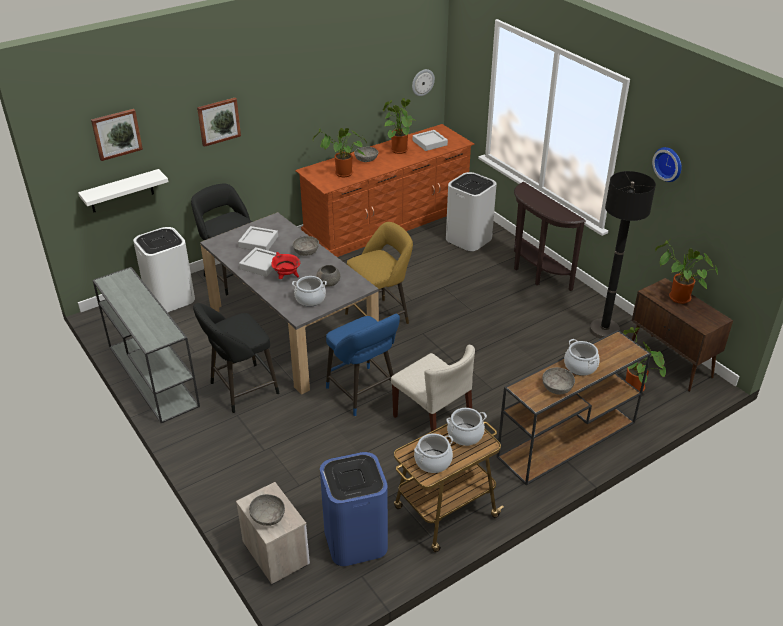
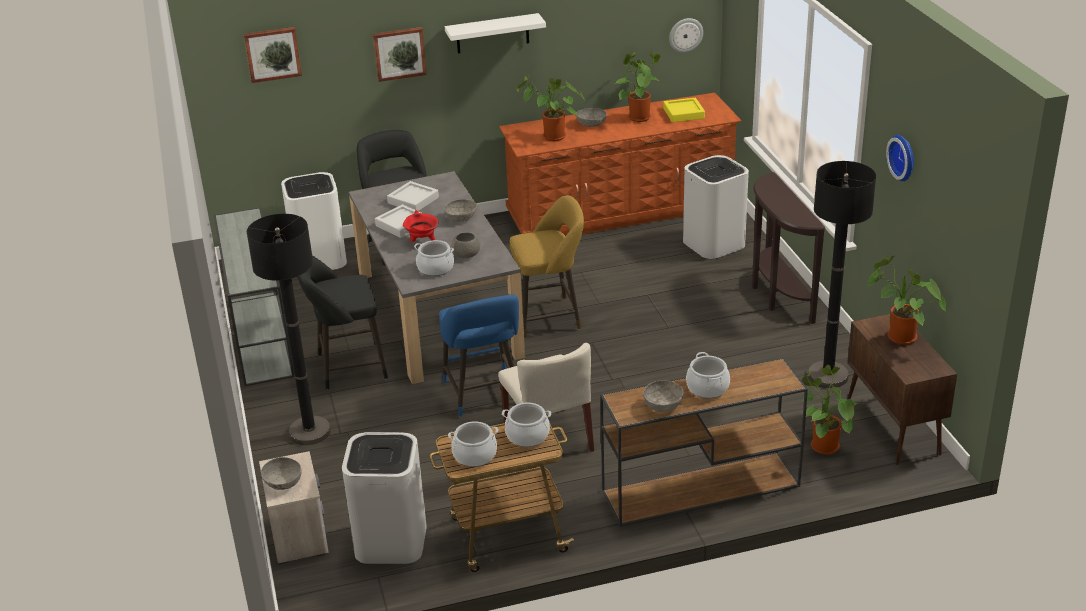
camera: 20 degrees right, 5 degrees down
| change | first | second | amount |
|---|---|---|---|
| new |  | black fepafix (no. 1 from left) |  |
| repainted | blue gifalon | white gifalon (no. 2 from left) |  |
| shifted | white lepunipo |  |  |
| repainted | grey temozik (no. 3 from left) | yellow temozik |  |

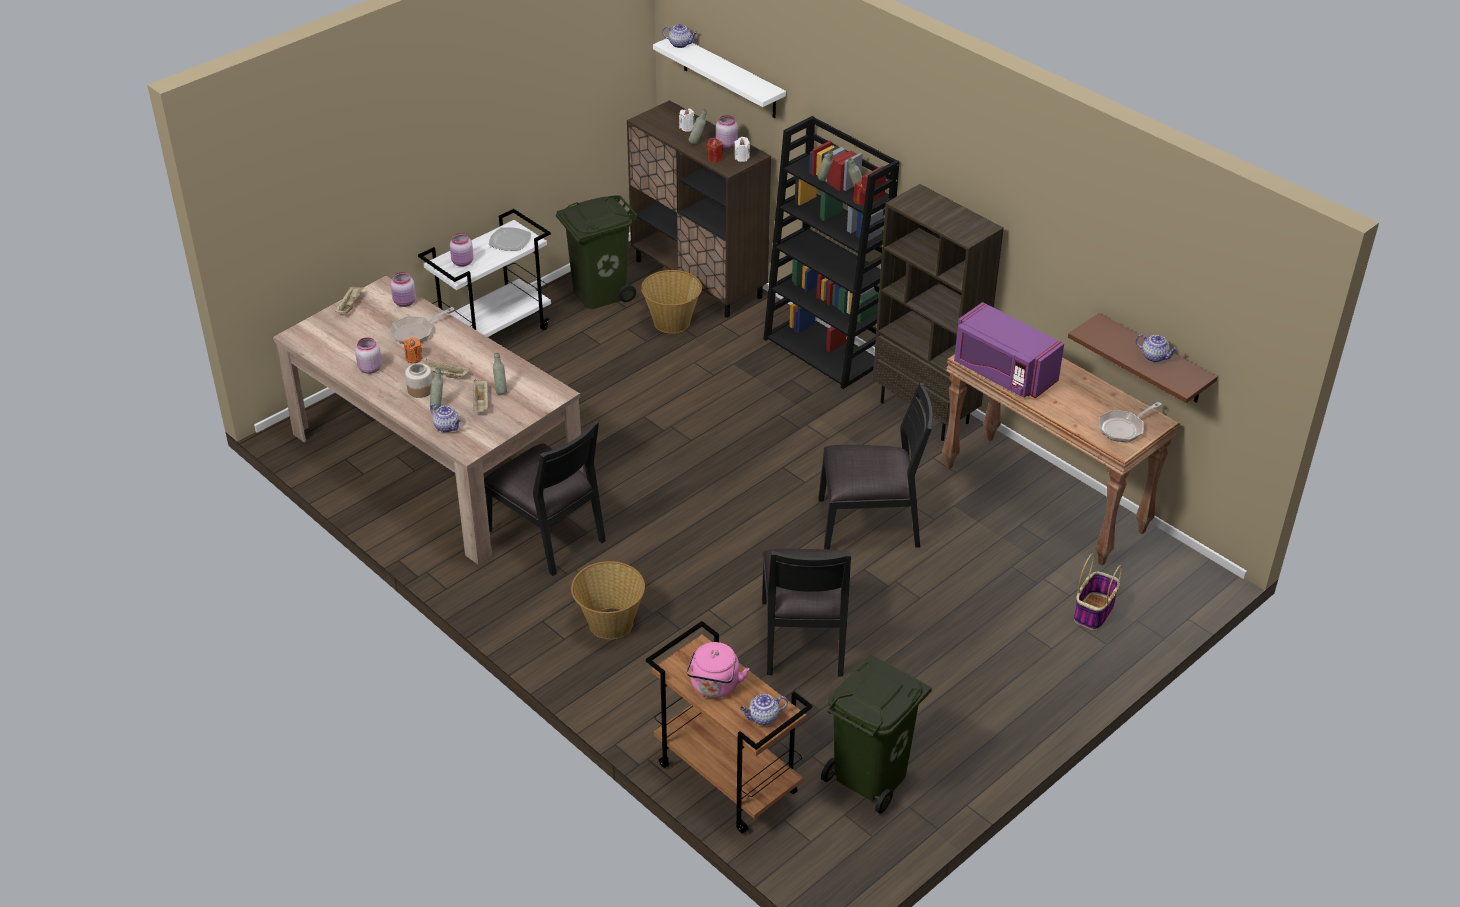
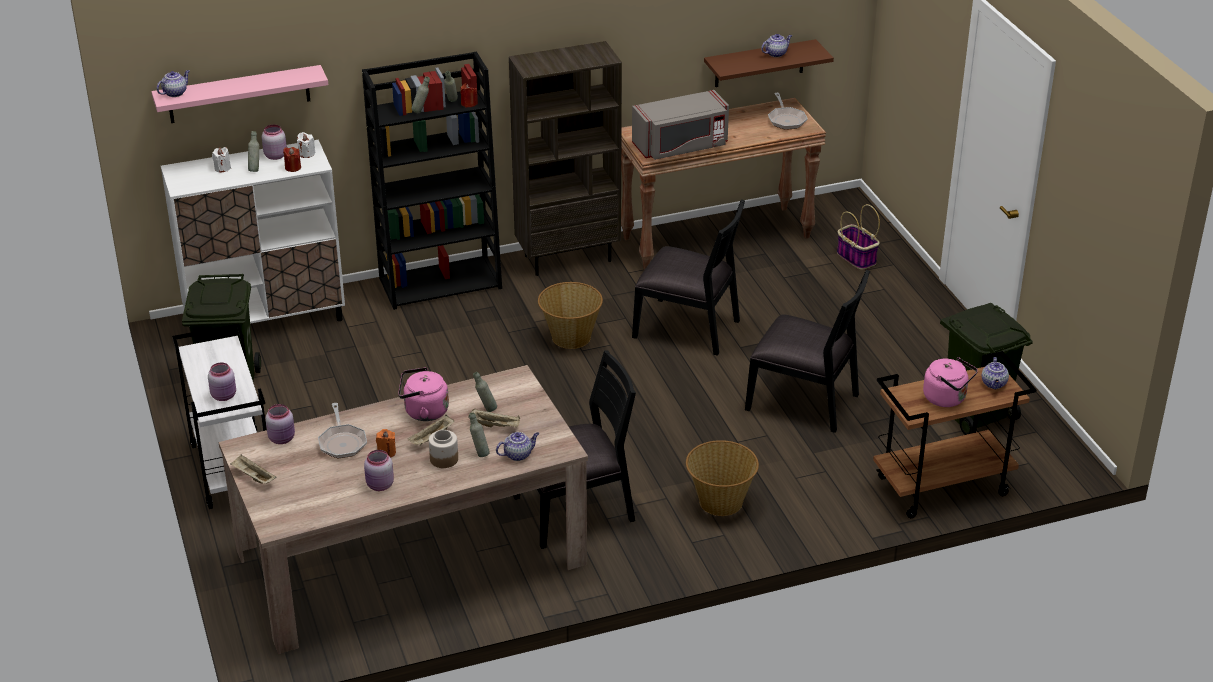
camera: 65 degrees left, 5 degrees down
| change | first | second | amount |
|---|---|---|---|
| repainted | white lepunipo | pink lepunipo |  |
| repainted | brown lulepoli | white lulepoli |  |
| new |  | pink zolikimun (no. 1 from left) |  |
| shifted | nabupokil (no. 2 from left in the first image) | nabupokil (no. 1 from left) |  |
| repainted | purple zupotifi | grey zupotifi |  |
| rotated | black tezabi (no. 3 from left in the first image) | black tezabi (no. 2 from left) | 90 degrees clockwise |
| gone | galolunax |  |  |

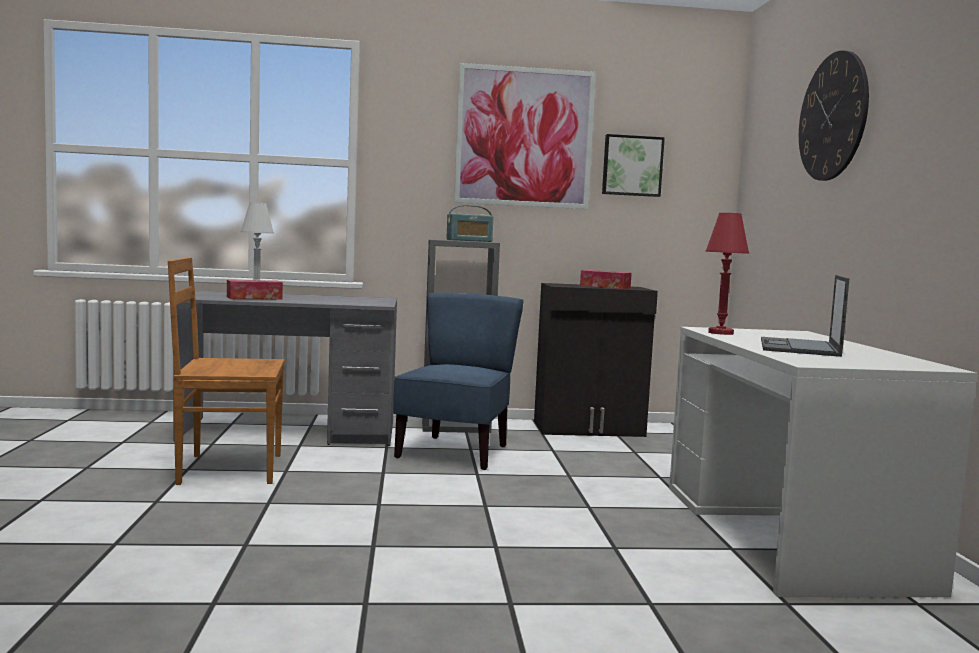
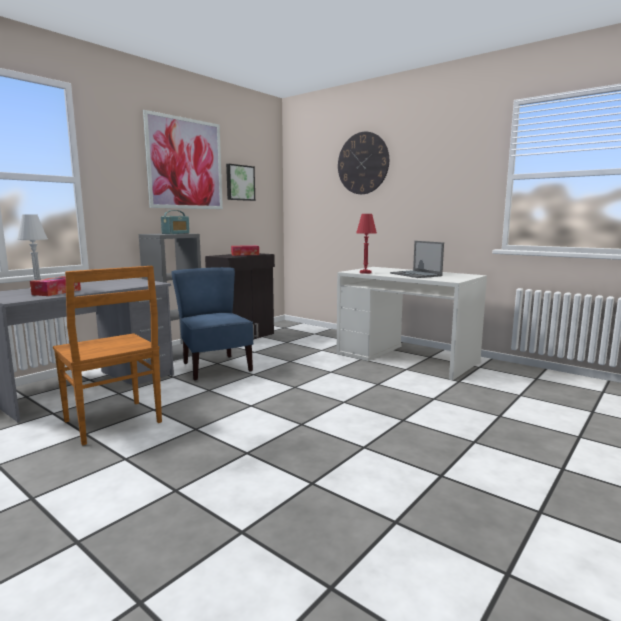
camera: 45 degrees left, 5 degrees up
| change | first | second | amount |
|---|---|---|---|
| rotated | brown tezabi |  | 75 degrees counterclockwise |

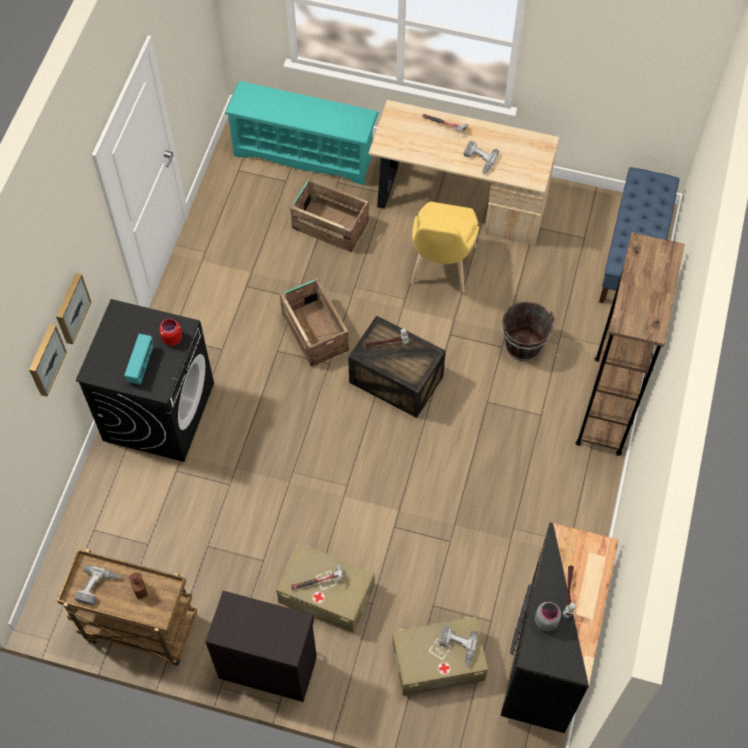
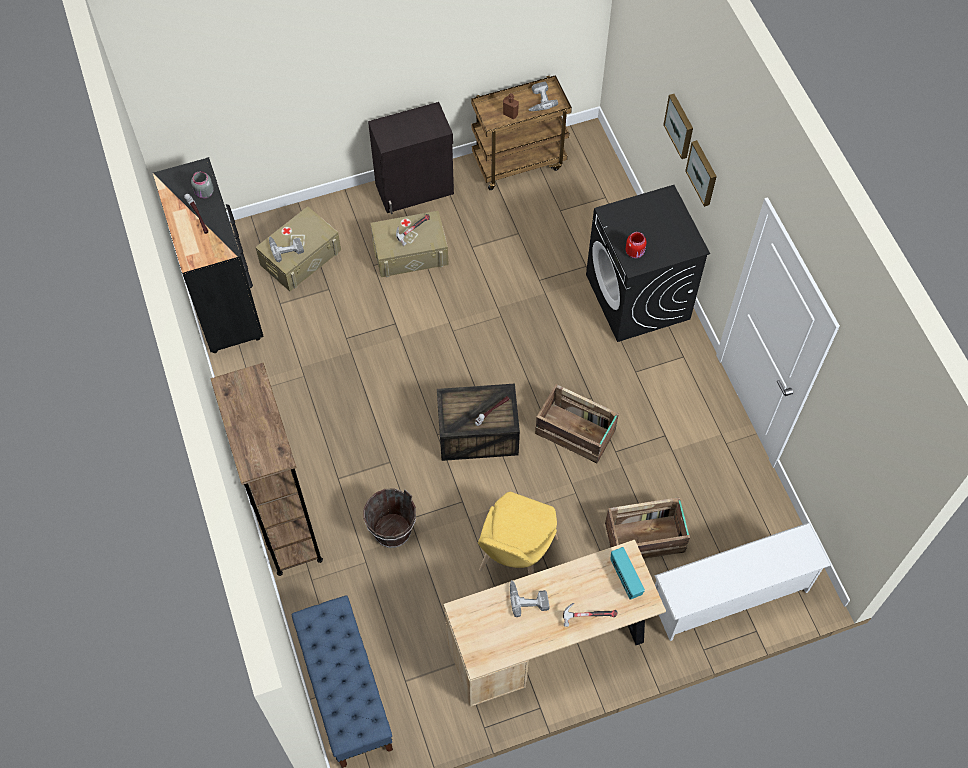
camera: 145 degrees right, 0 degrees up
| change | first | second | amount |
|---|---|---|---|
| rotated | yellow tezabi |  | 135 degrees counterclockwise |
| shifted | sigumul |  |  |
| repainted | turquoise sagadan | white sagadan |  |

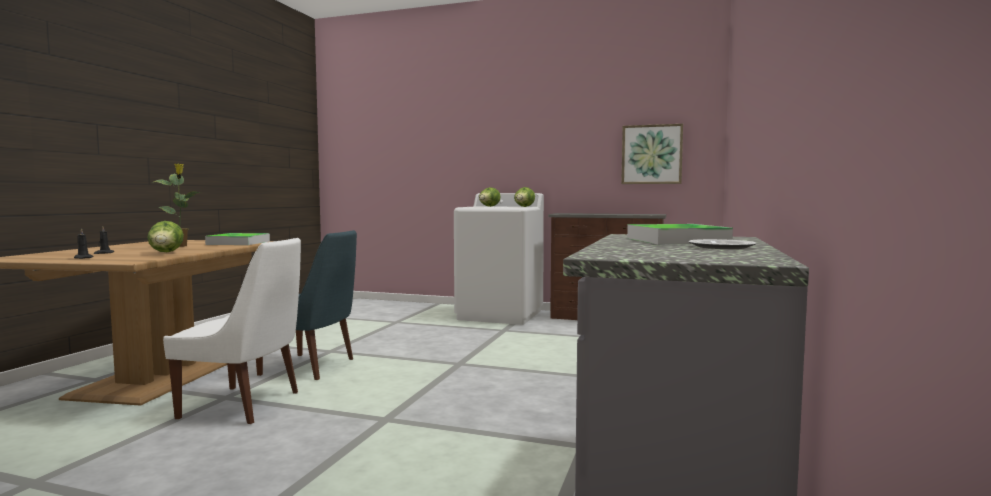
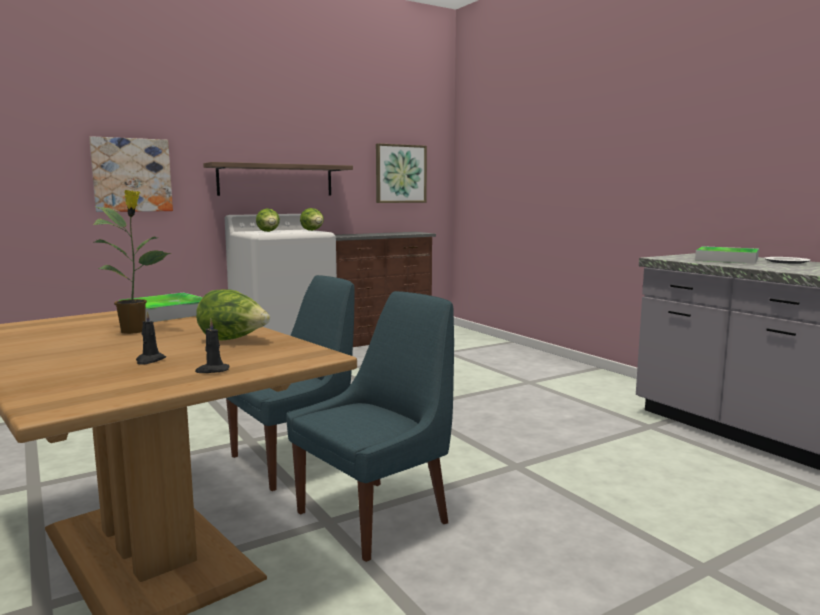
camera: 50 degrees left, 5 degrees up
| change | first | second | amount |
|---|---|---|---|
| new |  | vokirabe (no. 1 from left) |  |
| new |  | lepunipo |  |
| repainted | white tezabi | blue tezabi (no. 2 from left) |  |

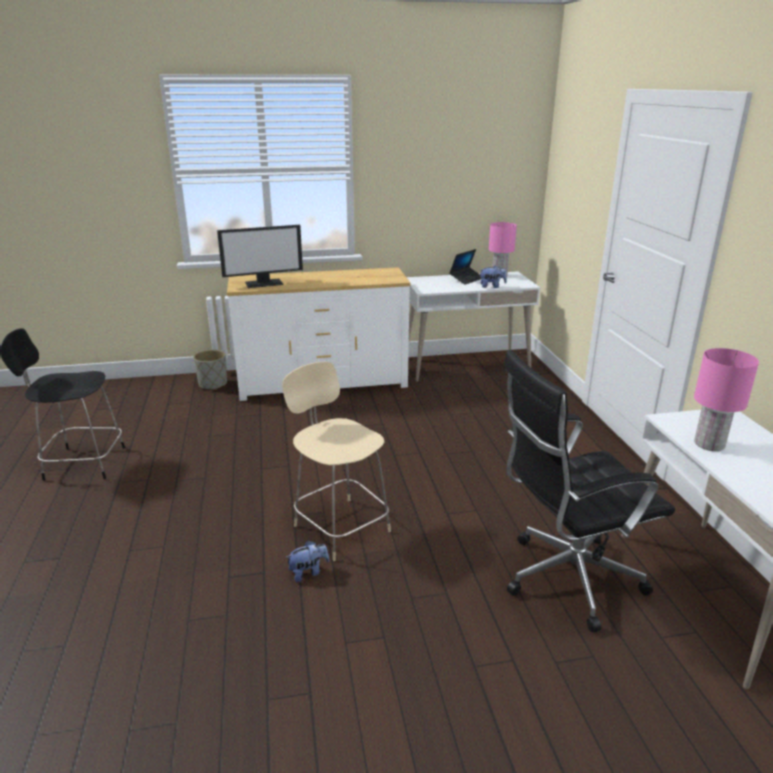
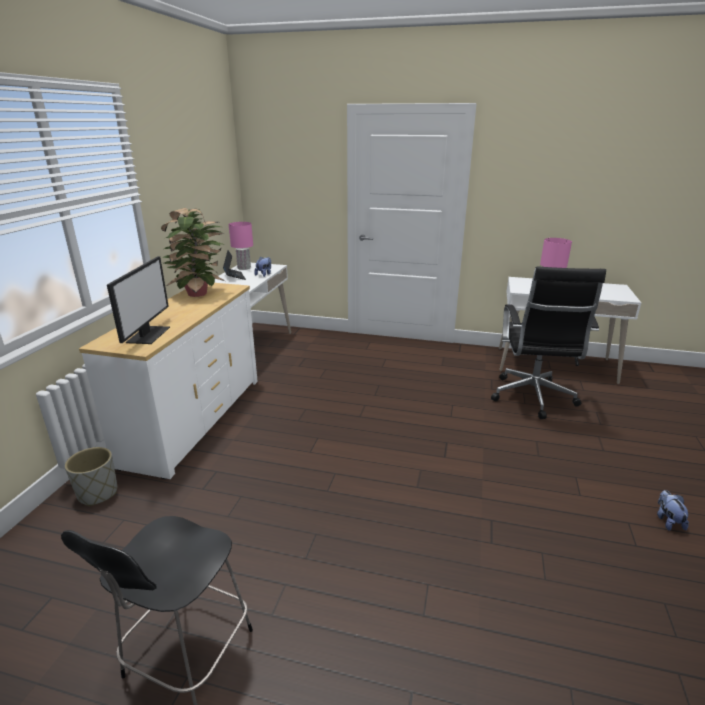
camera: 65 degrees left, 0 degrees up
| change | first | second | amount |
|---|---|---|---|
| new |  | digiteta |  |
| shifted | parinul (no. 1 from left in the first image) | parinul (no. 2 from left) |  |
| gone | beige tezabi |  |  |

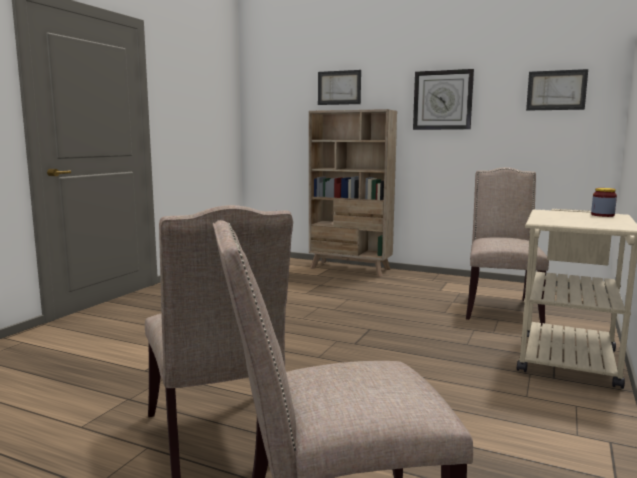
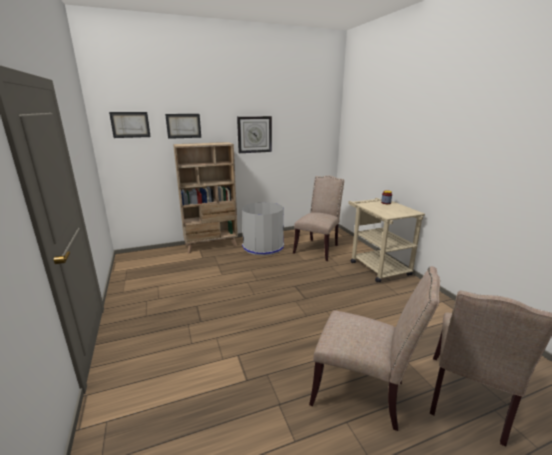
camera: 45 degrees left, 10 degrees up
| change | first | second | amount |
|---|---|---|---|
| shifted | vokirabe (no. 2 from left in the first image) | vokirabe (no. 1 from left) |  |
| new |  | grey gifalon |  |
| rotated | beige tezabi (no. 3 from left in the first image) | beige tezabi (no. 1 from left) | 60 degrees clockwise |

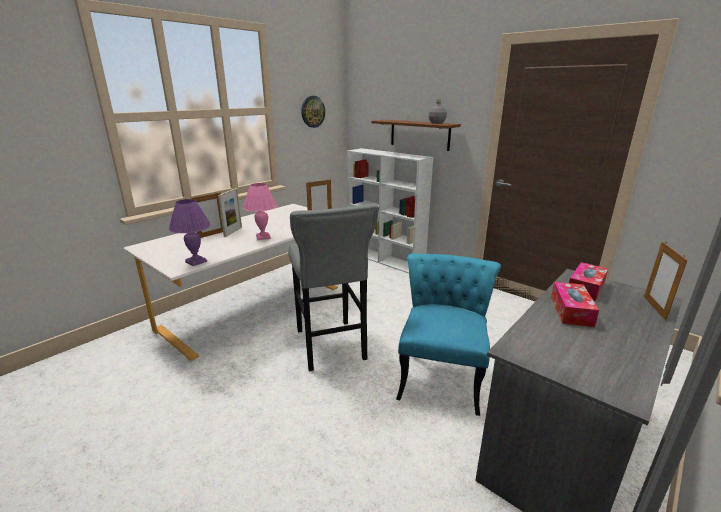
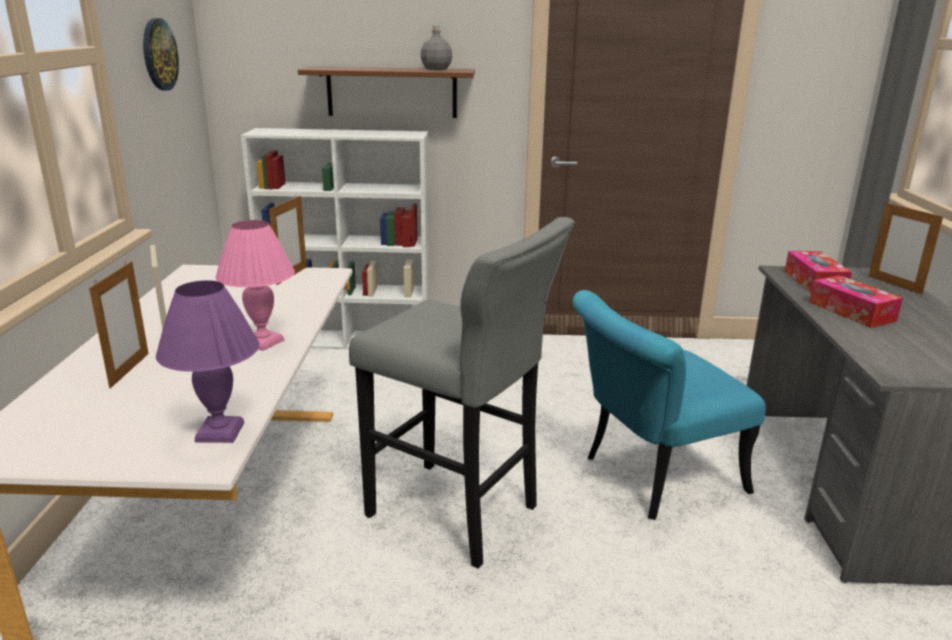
camera: 40 degrees left, 0 degrees up
| change | first | second | amount |
|---|---|---|---|
| rotated | turquoise tezabi |  | 90 degrees counterclockwise |

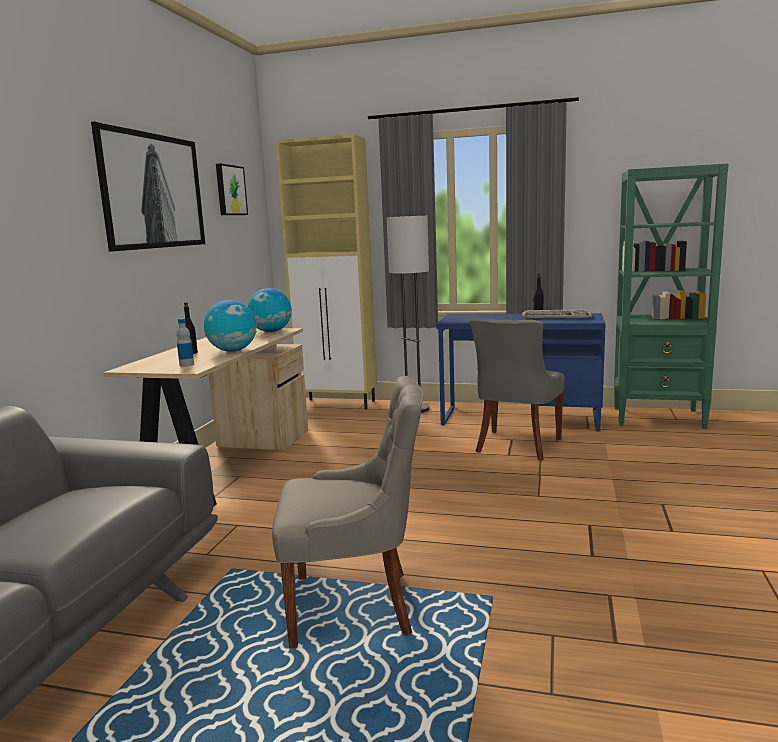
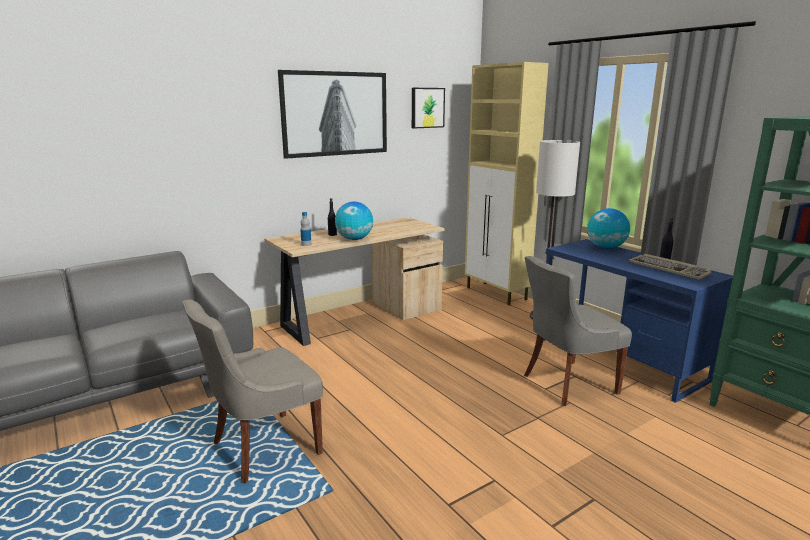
camera: 40 degrees right, 5 degrees up
| change | first | second | amount |
|---|---|---|---|
| rotated | grey tezabi (no. 1 from left) |  | 105 degrees clockwise |
| shifted | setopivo (no. 2 from left) |  |  |

